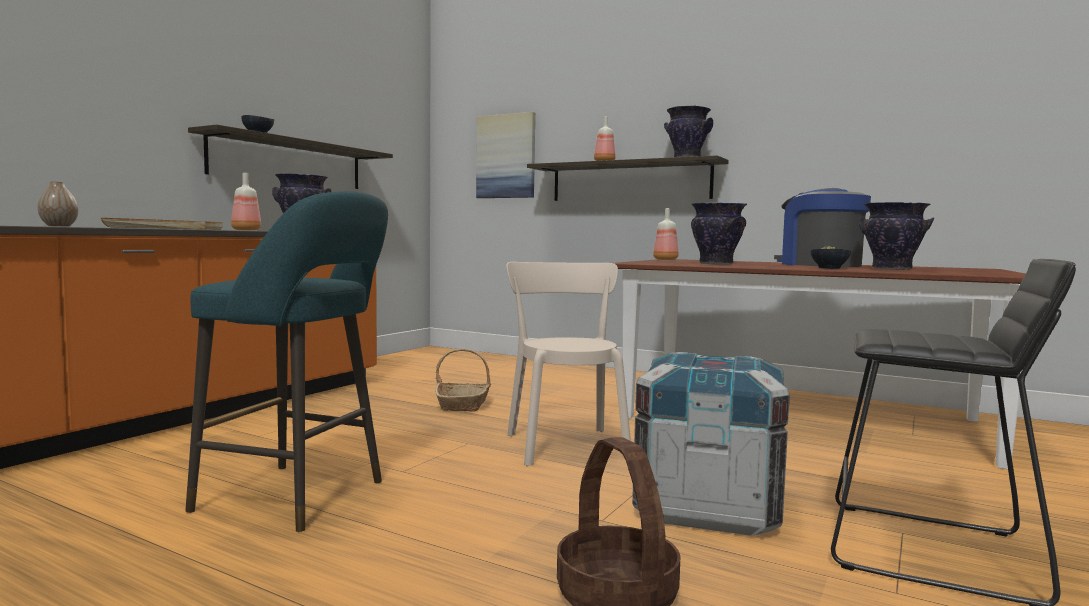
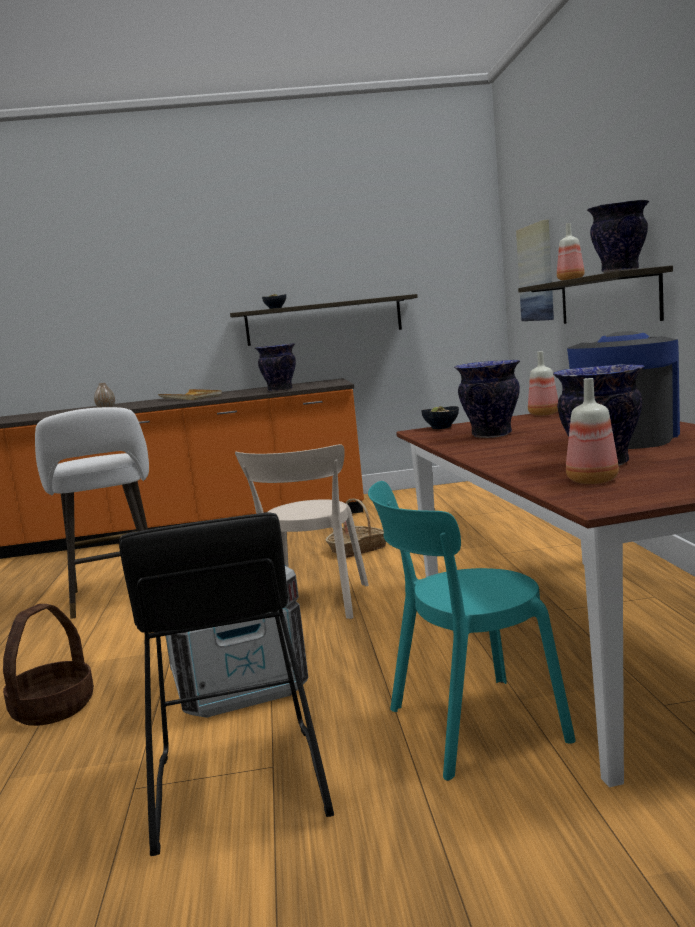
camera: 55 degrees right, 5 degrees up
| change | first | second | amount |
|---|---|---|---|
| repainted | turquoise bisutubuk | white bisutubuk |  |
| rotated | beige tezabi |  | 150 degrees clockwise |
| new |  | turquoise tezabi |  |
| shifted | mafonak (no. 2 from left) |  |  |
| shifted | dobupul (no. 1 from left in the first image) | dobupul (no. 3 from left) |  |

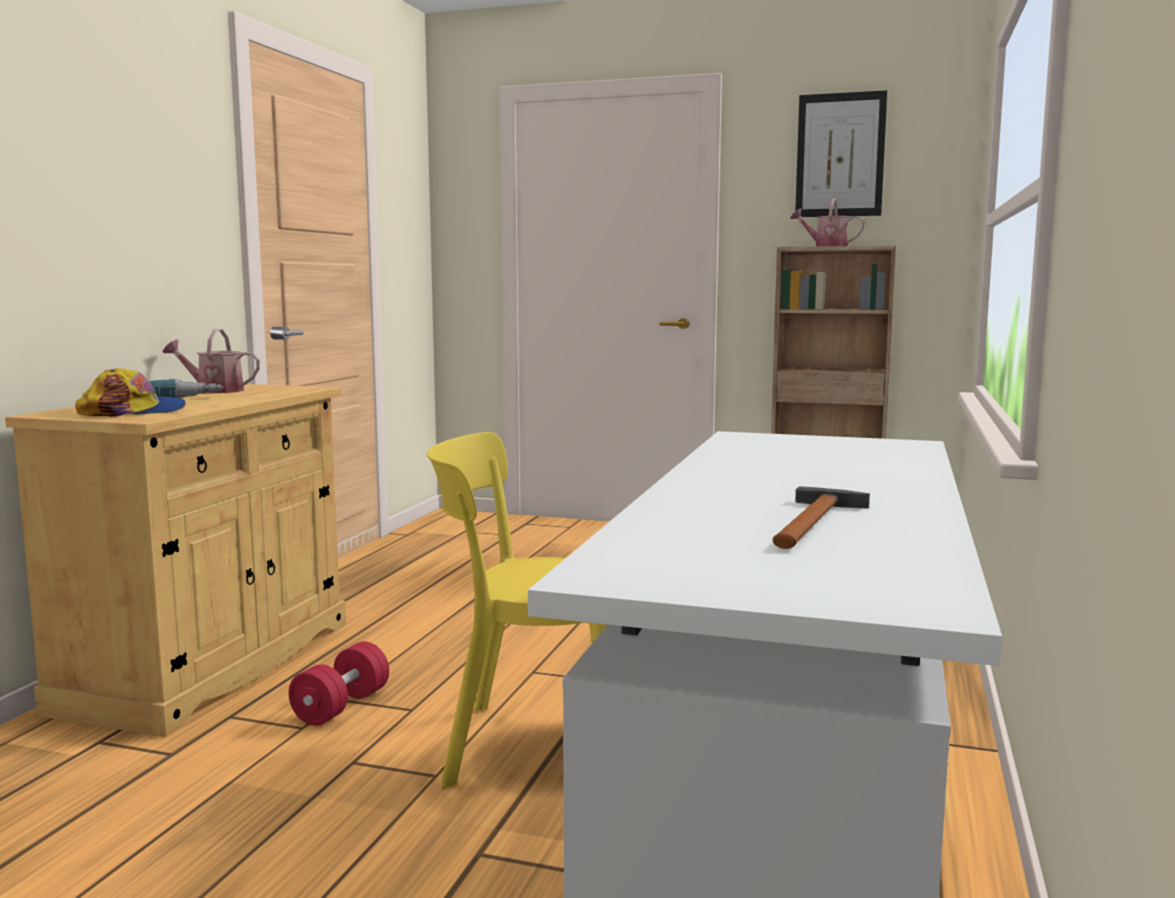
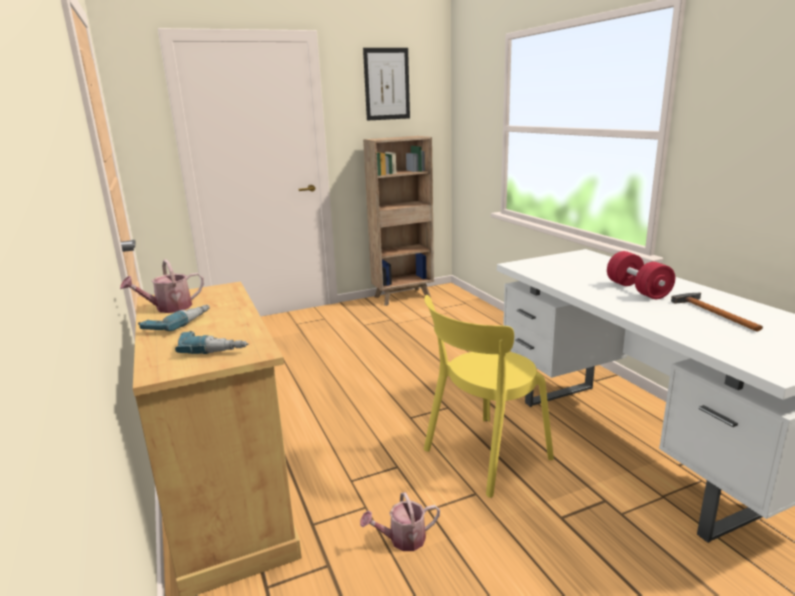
camera: 40 degrees left, 10 degrees up
| change | first | second | amount |
|---|---|---|---|
| swapped | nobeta | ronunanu (no. 2 from left) |  |
| shifted | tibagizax (no. 2 from left) |  |  |
| shifted | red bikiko |  |  |

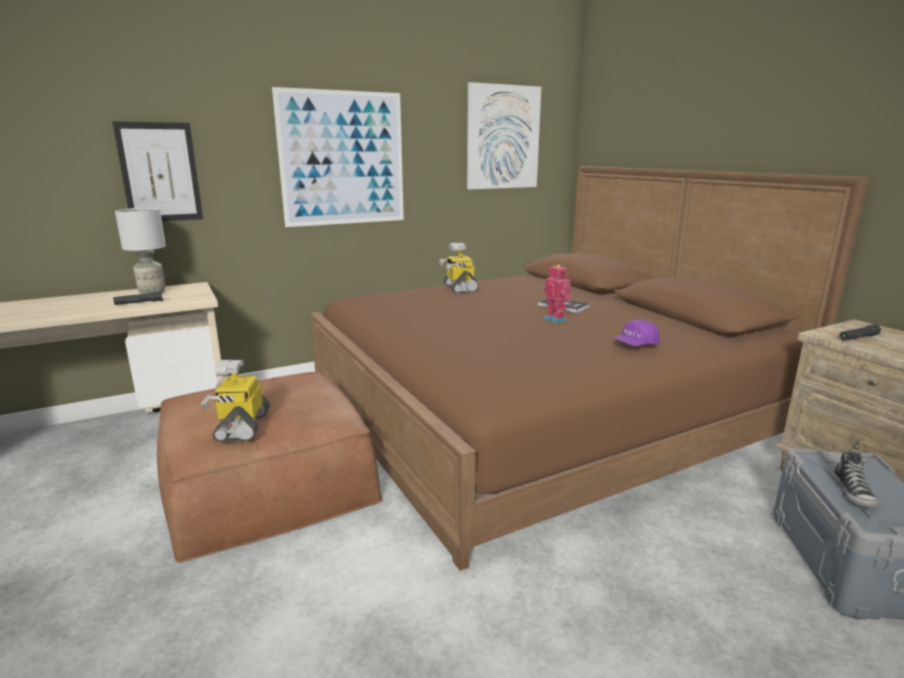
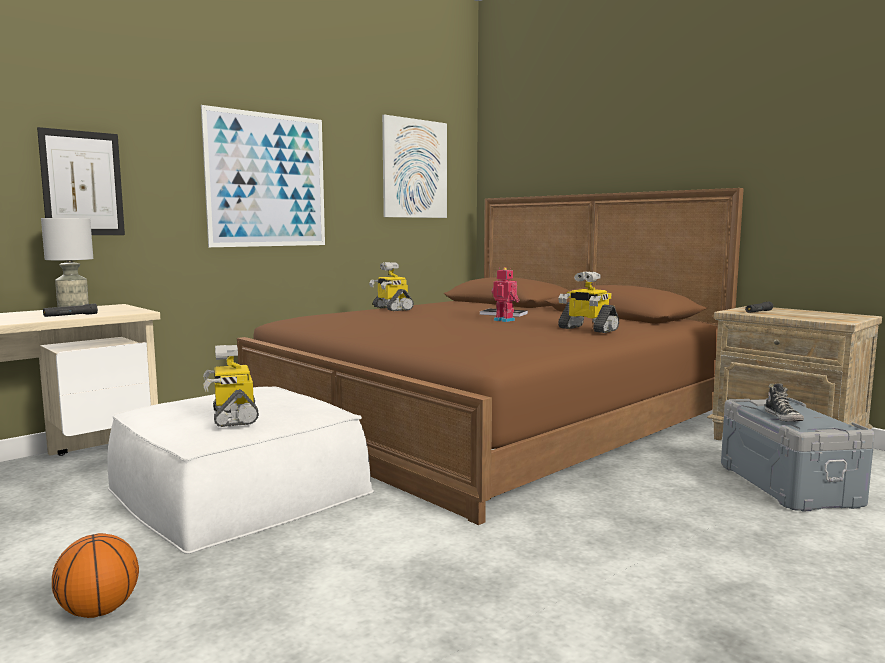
camera: 15 degrees left, 10 degrees down
| change | first | second | amount |
|---|---|---|---|
| new |  | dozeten |  |
| repainted | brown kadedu | white kadedu |  |
| swapped | purple nobeta | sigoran (no. 4 from left) |  |

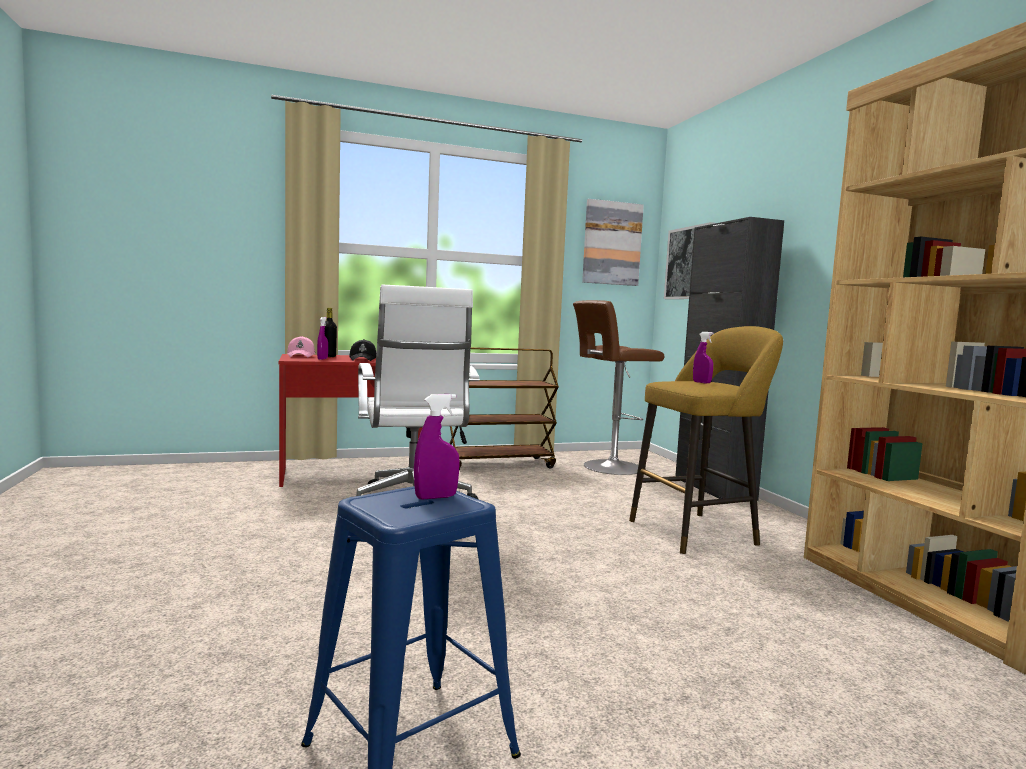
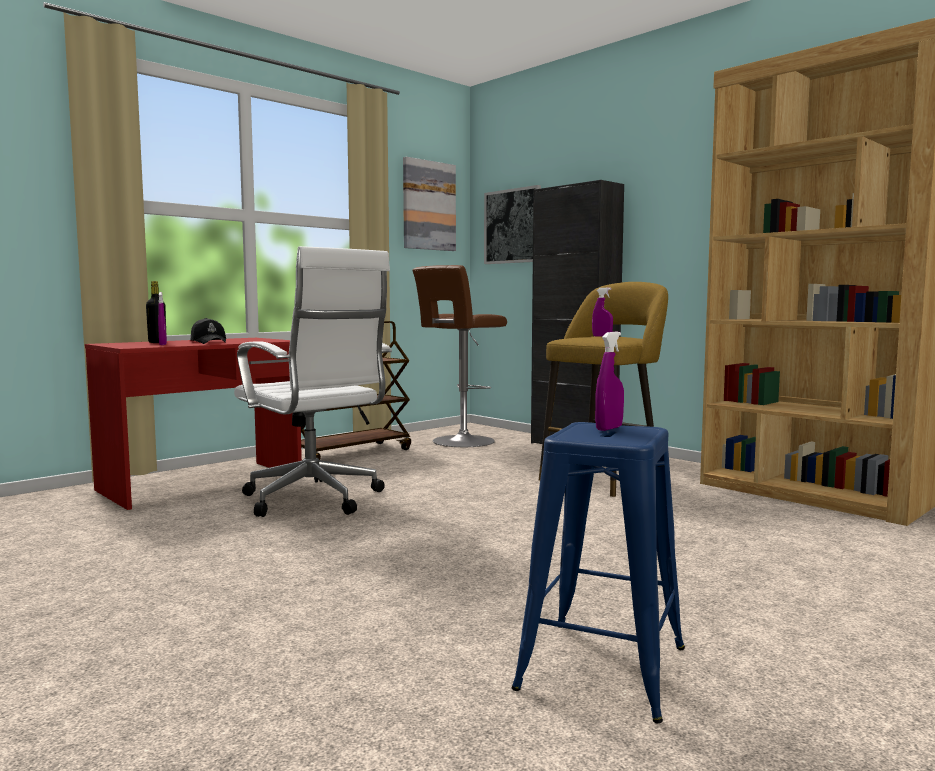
camera: 25 degrees left, 0 degrees up
| change | first | second | amount |
|---|---|---|---|
| gone | pink nobeta |  |  |

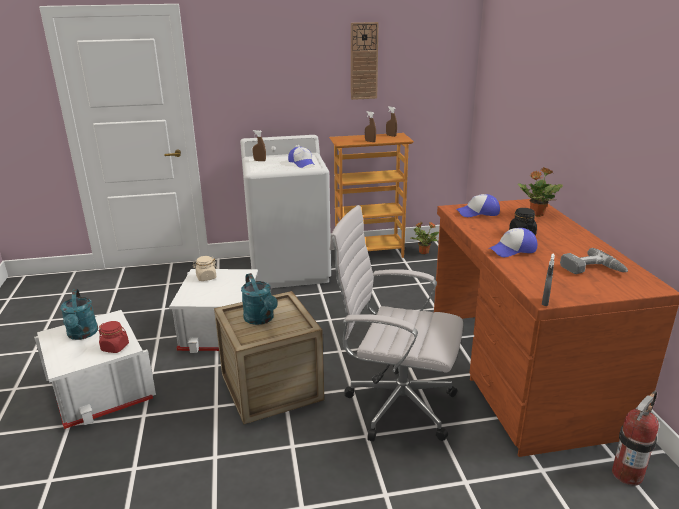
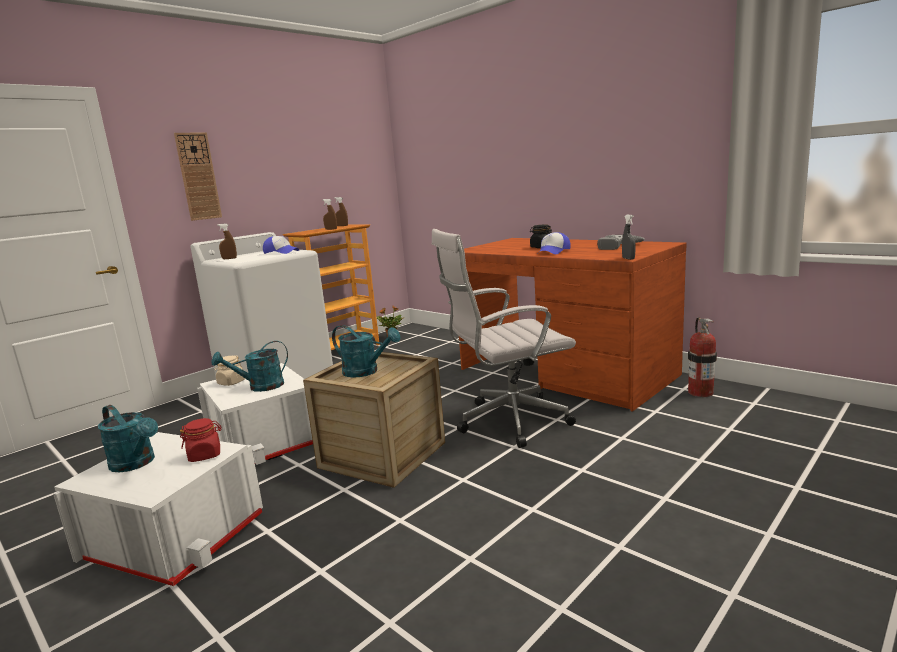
camera: 35 degrees left, 10 degrees down
| change | first | second | amount |
|---|---|---|---|
| shifted | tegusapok |  |  |
| new |  | turquoise tibagizax (no. 2 from left) |  |
| gone | nobeta (no. 2 from left) |  |  |
| gone | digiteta (no. 2 from left) |  |  |

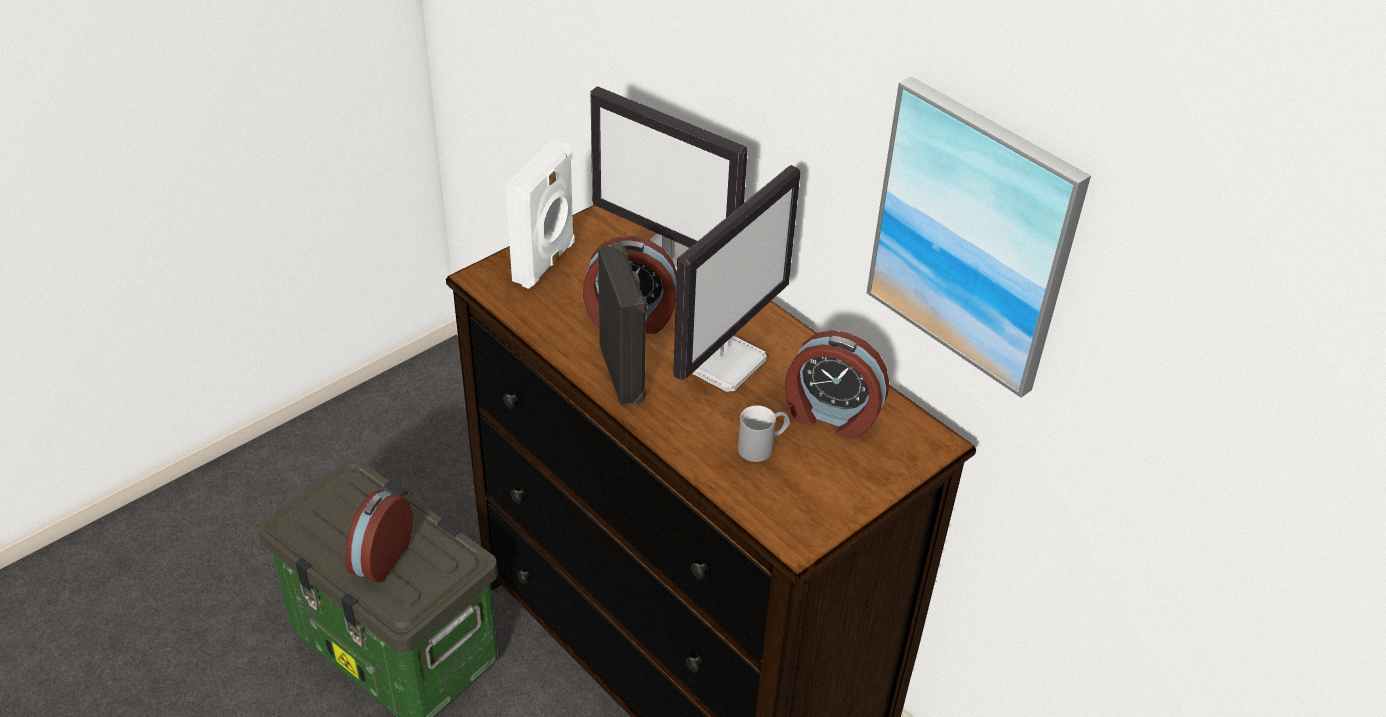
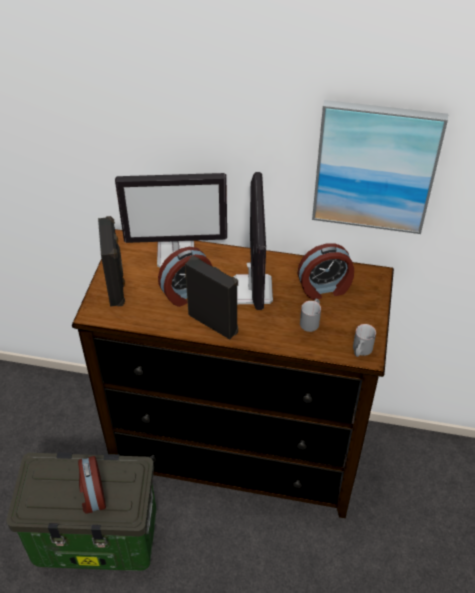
camera: 35 degrees left, 5 degrees up
| change | first | second | amount |
|---|---|---|---|
| repainted | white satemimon | black satemimon (no. 1 from left) |  |
| new |  | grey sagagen (no. 2 from left) |  |

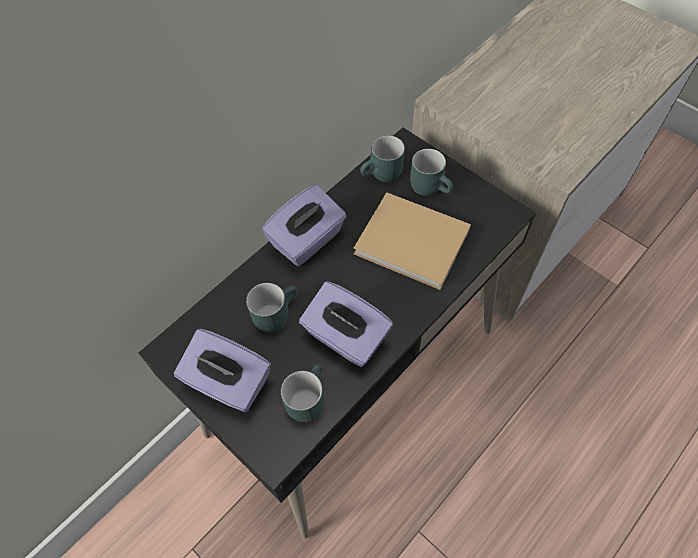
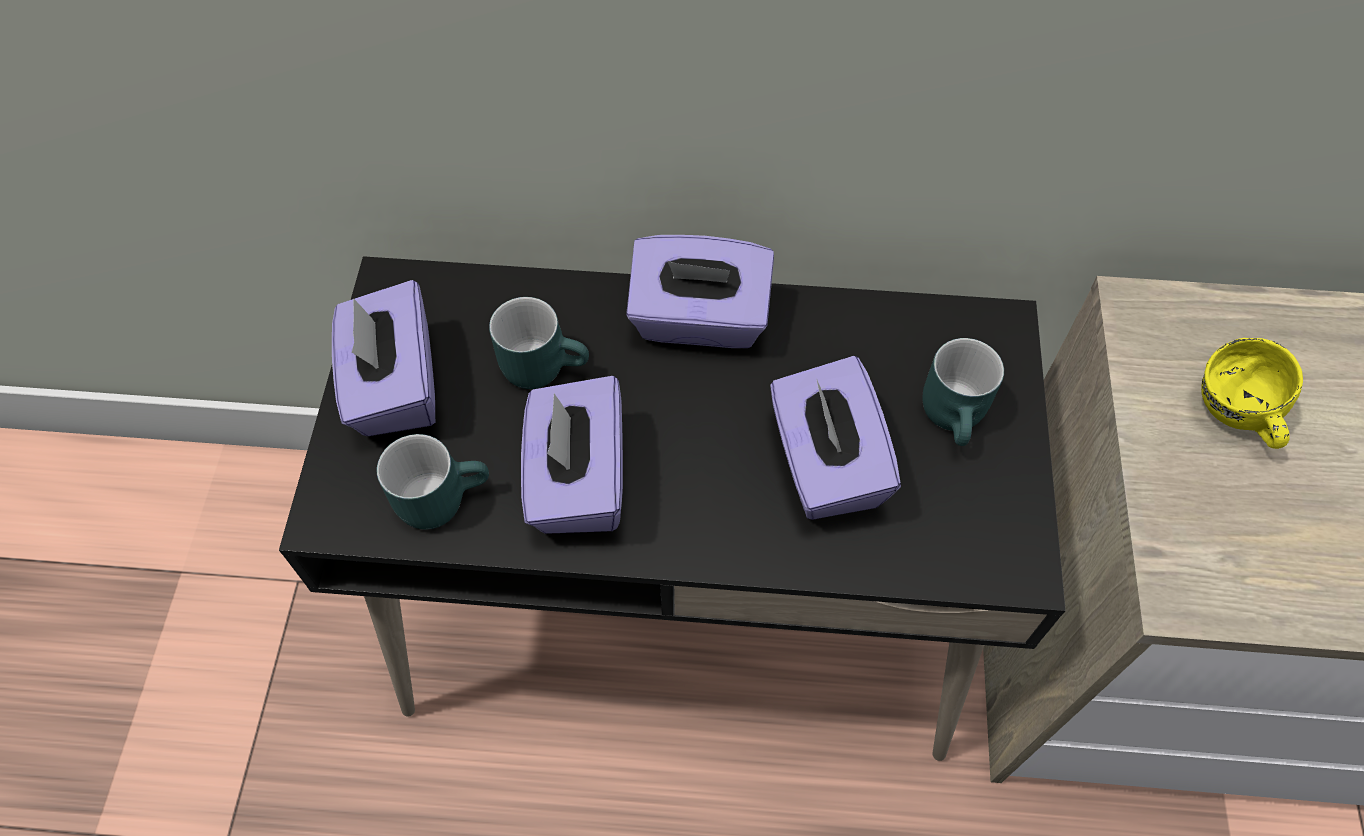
camera: 50 degrees right, 0 degrees up
| change | first | second | amount |
|---|---|---|---|
| swapped | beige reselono | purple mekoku (no. 4 from left) |  |
| new |  | yellow sagagen |  |
| gone | turquoise sagagen (no. 3 from left) |  |  |

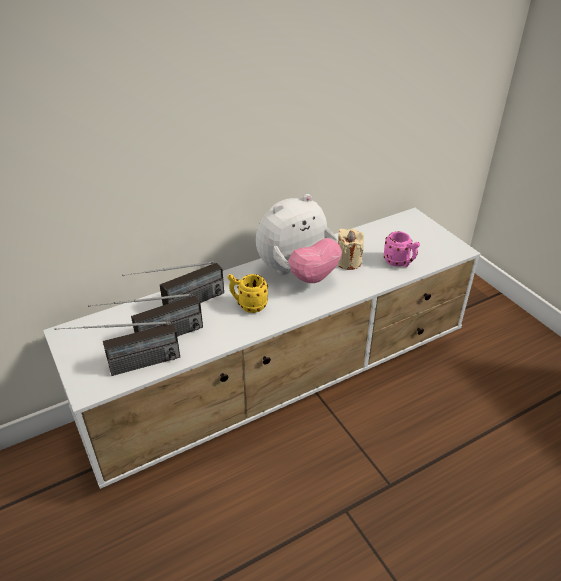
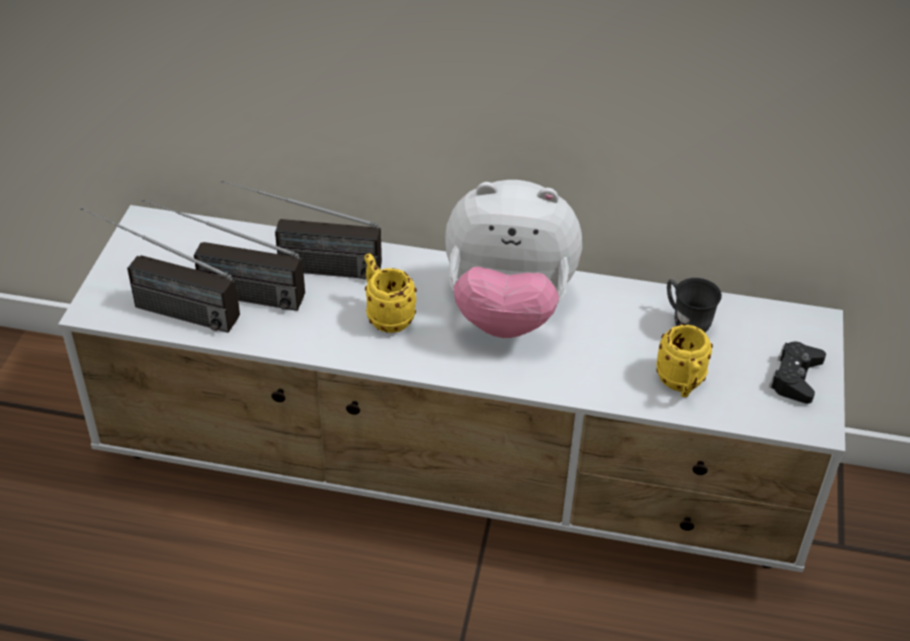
camera: 40 degrees right, 5 degrees up
| change | first | second | amount |
|---|---|---|---|
| repainted | pink sagagen | yellow sagagen (no. 2 from left) |  |
| new |  | grey sagagen |  |
| new |  | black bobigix |  |
| gone | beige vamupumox |  |  |

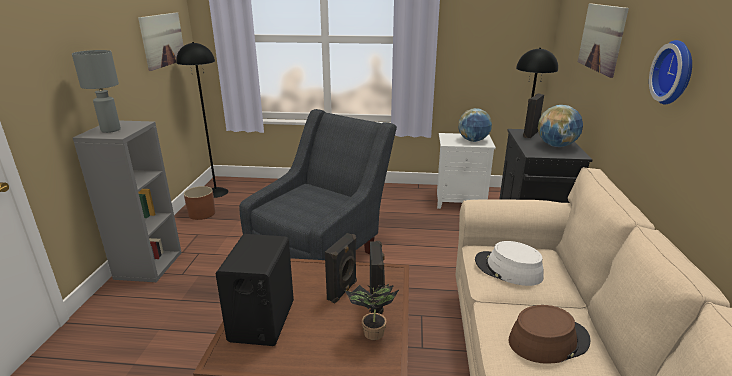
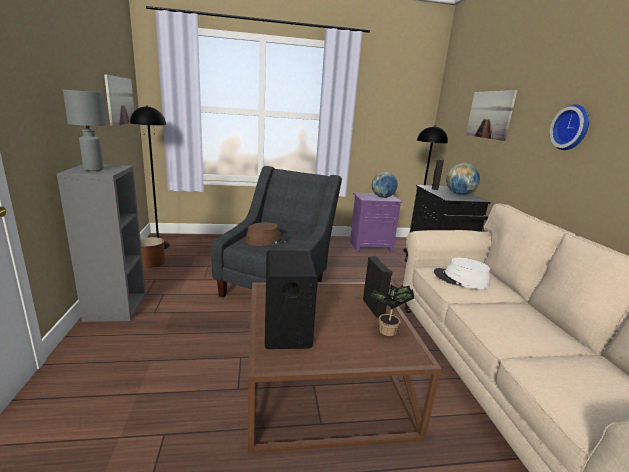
camera: 15 degrees left, 5 degrees down
| change | first | second | amount |
|---|---|---|---|
| shifted | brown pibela |  |  |
| repainted | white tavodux | purple tavodux |  |
| gone | black satemimon (no. 2 from left) |  |  |

